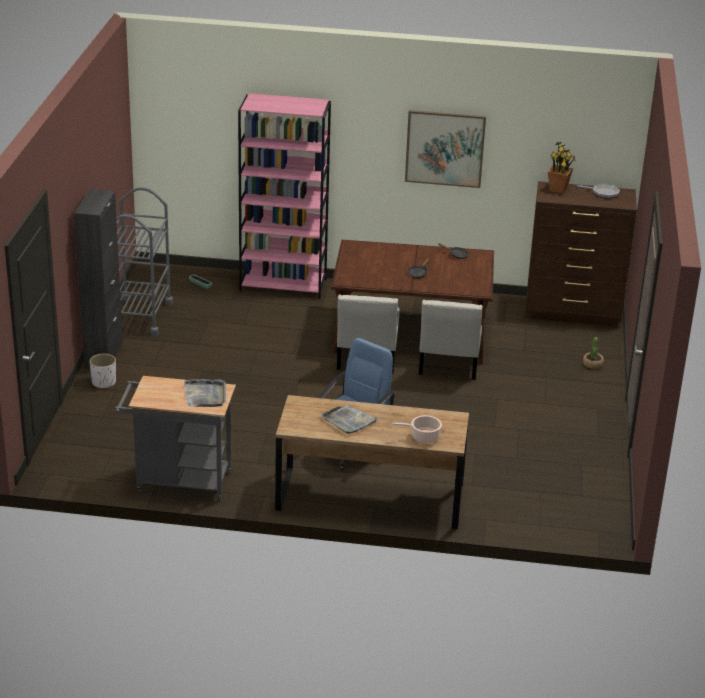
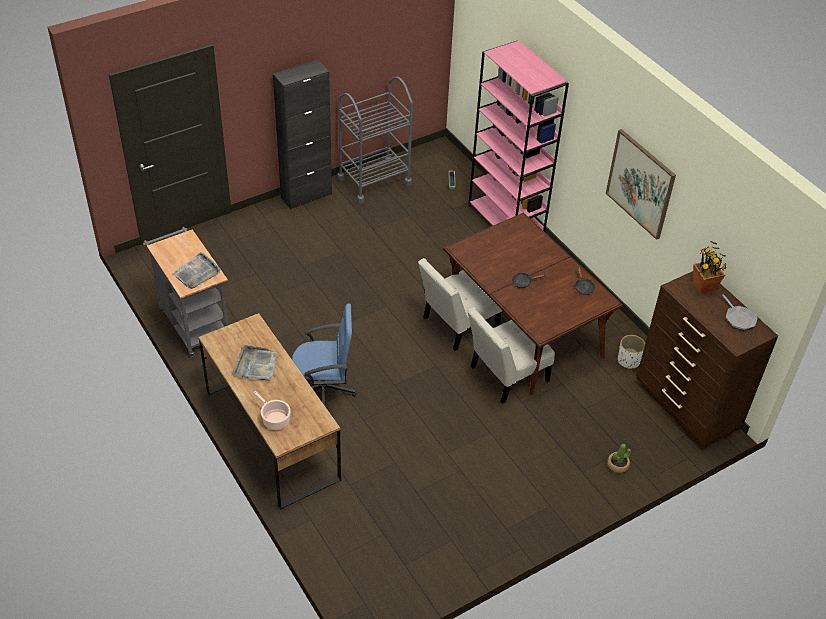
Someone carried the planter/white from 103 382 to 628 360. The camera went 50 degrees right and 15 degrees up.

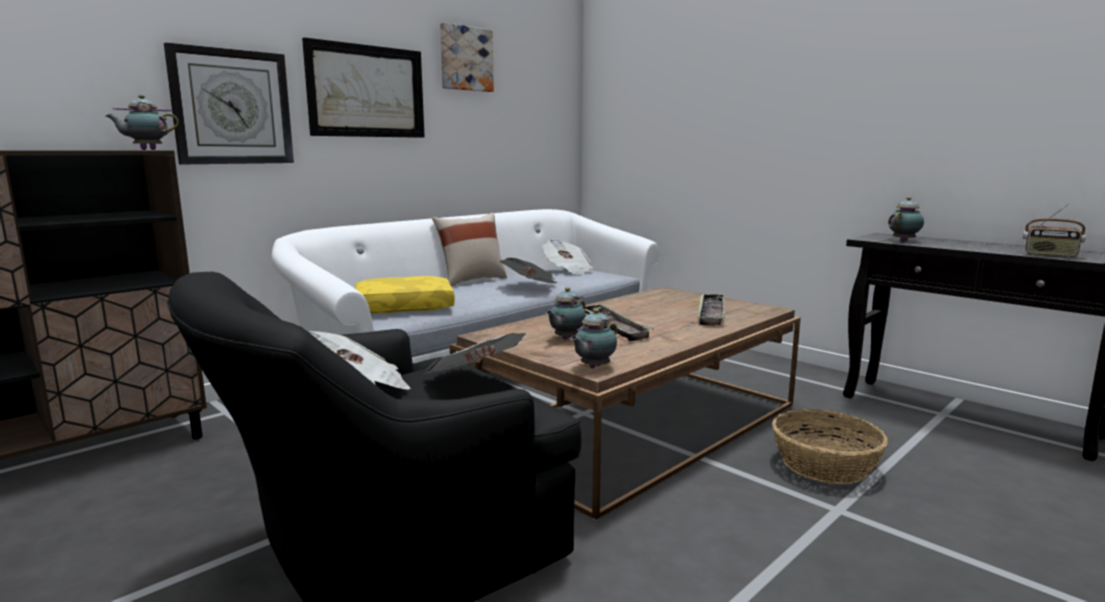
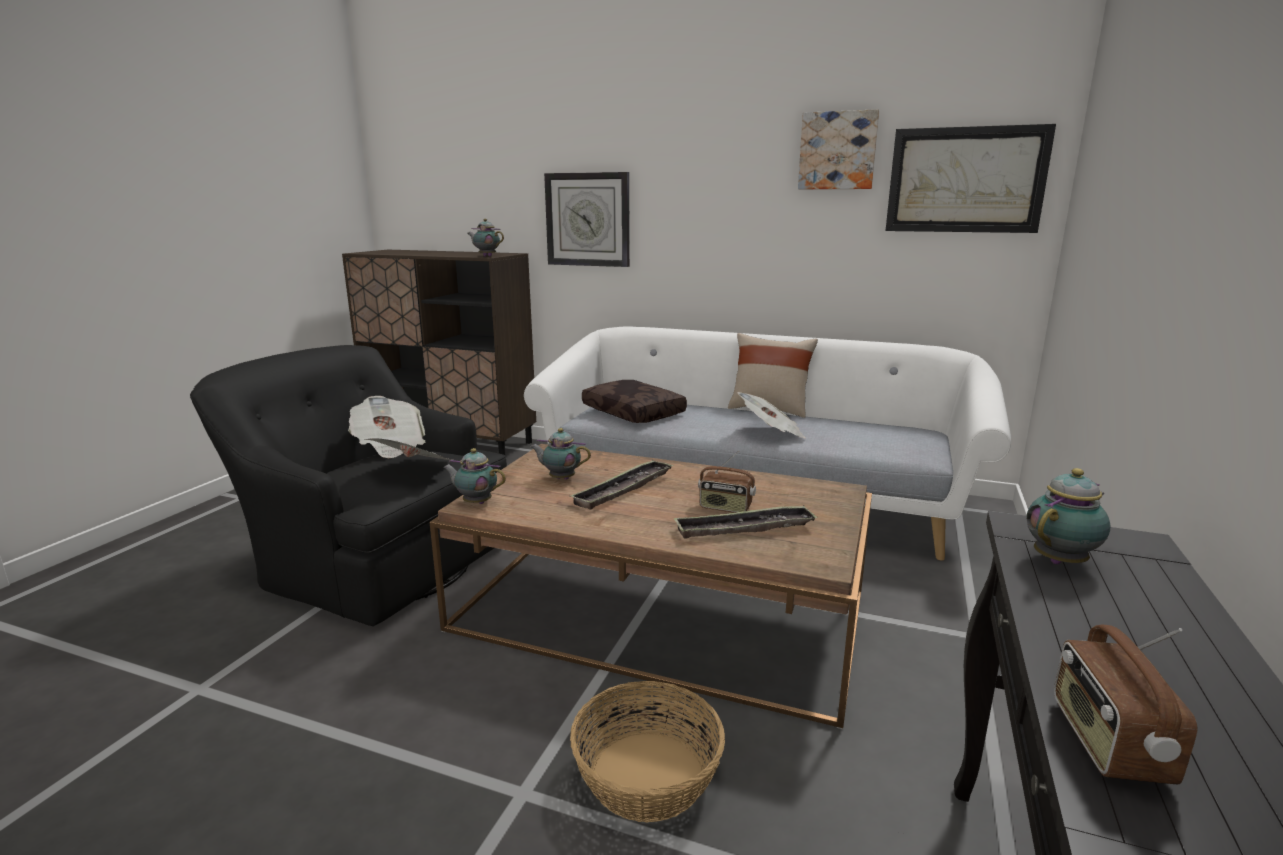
Someone carried the picture from 366 91 to 965 180. Someone repainted the pillow/yellow at 405 307, which became the pillow/brown at 635 412. Someone took away the newspaper at 567 270. Someone rotated the teapot at 904 241 by 60 degrees counterclockwise. Someone put down the radio at 725 508. The camera went 65 degrees right and 5 degrees up.

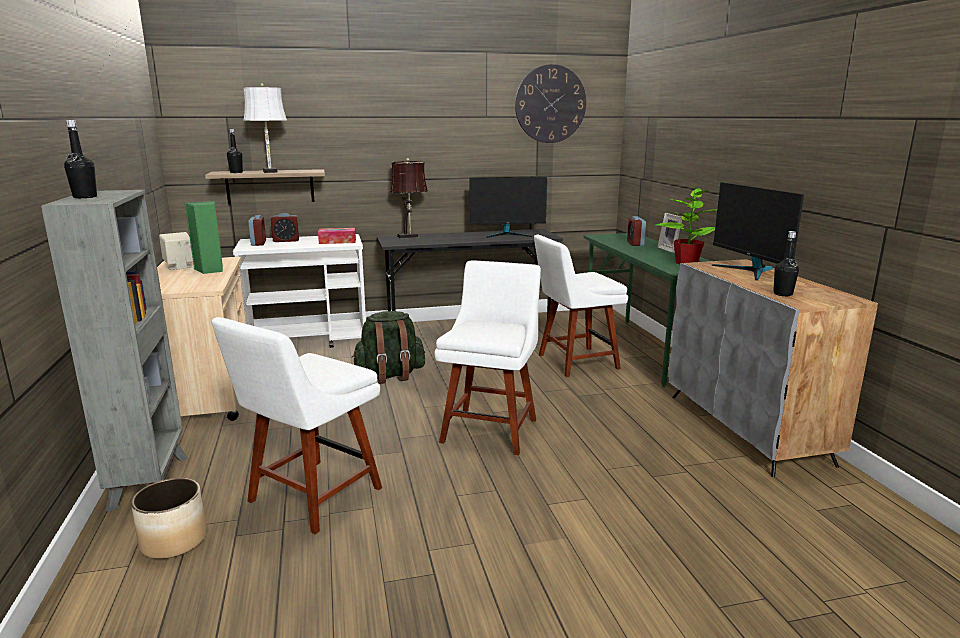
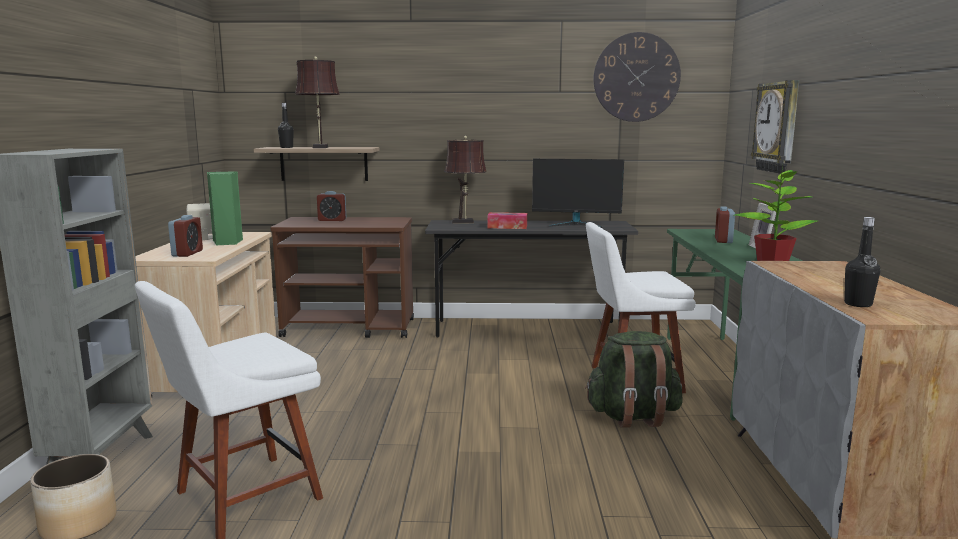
Someone took away the bottle/black at 85 197. Someone repainted the cart/white at 309 340, which became the cart/brown at 350 328. Someone repainted the table lamp/white at 270 172, which became the table lamp/brown at 320 147. Someone carried the alarm clock from 258 243 to 187 253. Someone carried the tissue box from 337 241 to 507 227. Someone carried the backpack/green from 390 376 to 633 417. Someone took away the chair/white at 491 428. Someone took away the monitor at 750 271. Someone put up the wall clock at 778 127. The camera went 15 degrees right and 5 degrees down.

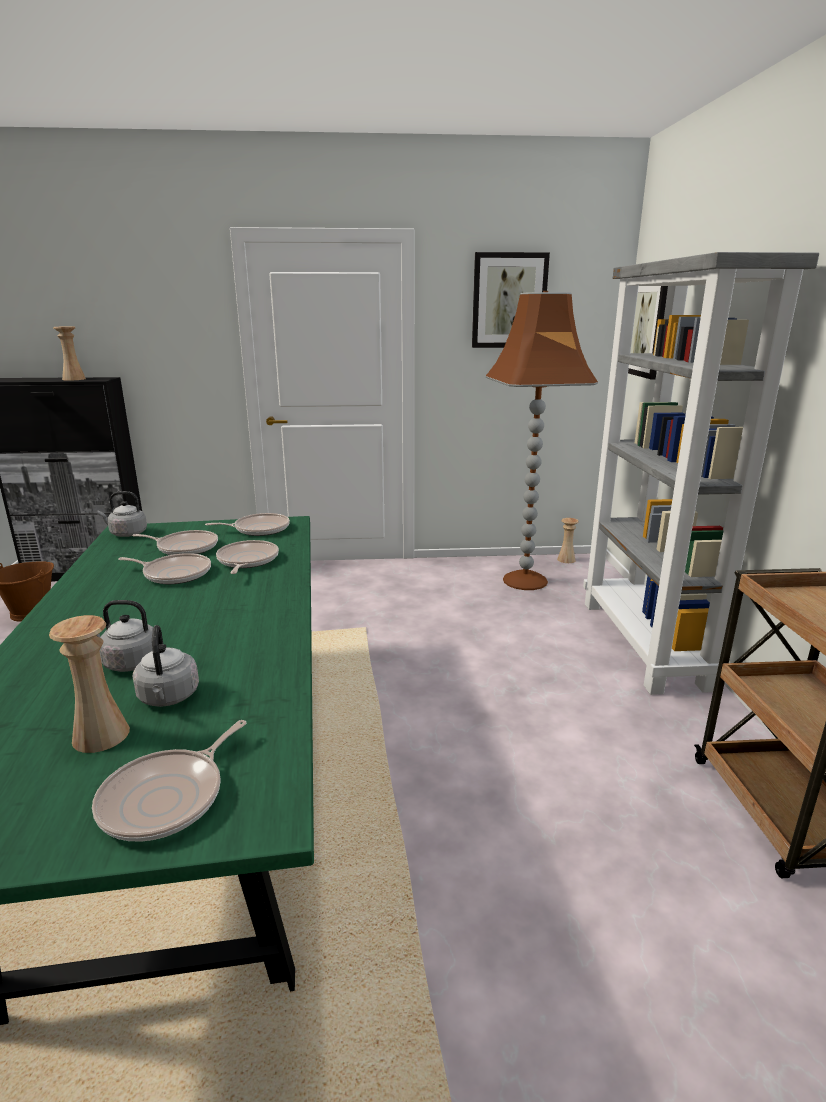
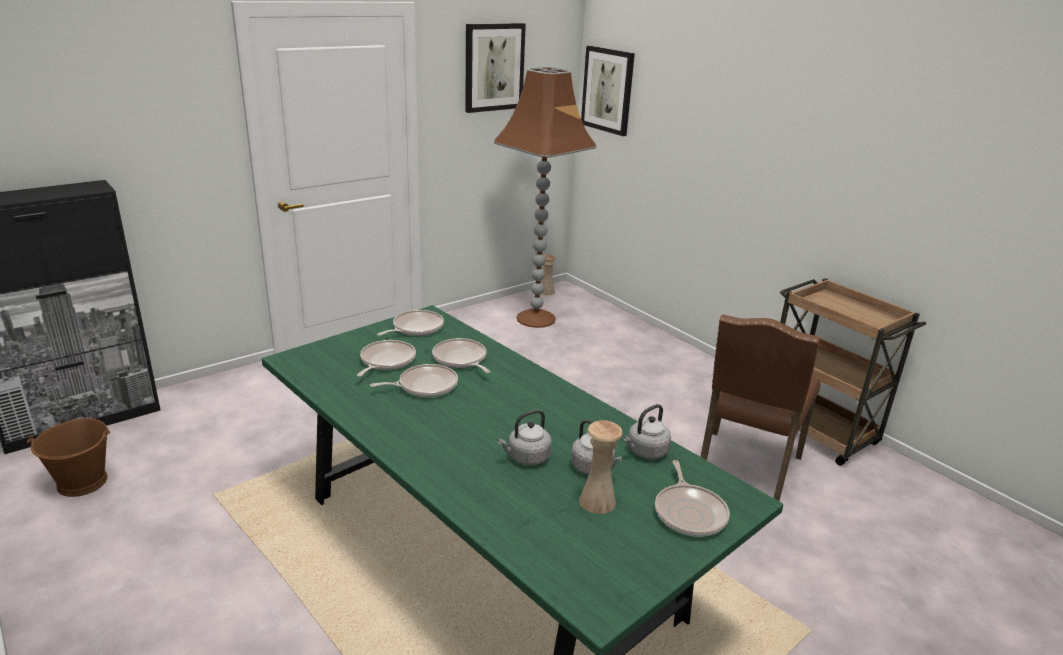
Someone took away the vase/beige at 74 379. Someone carried the kettle/grey from 126 534 to 645 452. Someone rotated the frying pan at 185 547 by 45 degrees counterclockwise. Someone took away the bookcase/grey at 644 643. Someone put down the chair/brown at 745 471. The camera went 35 degrees left and 5 degrees up.

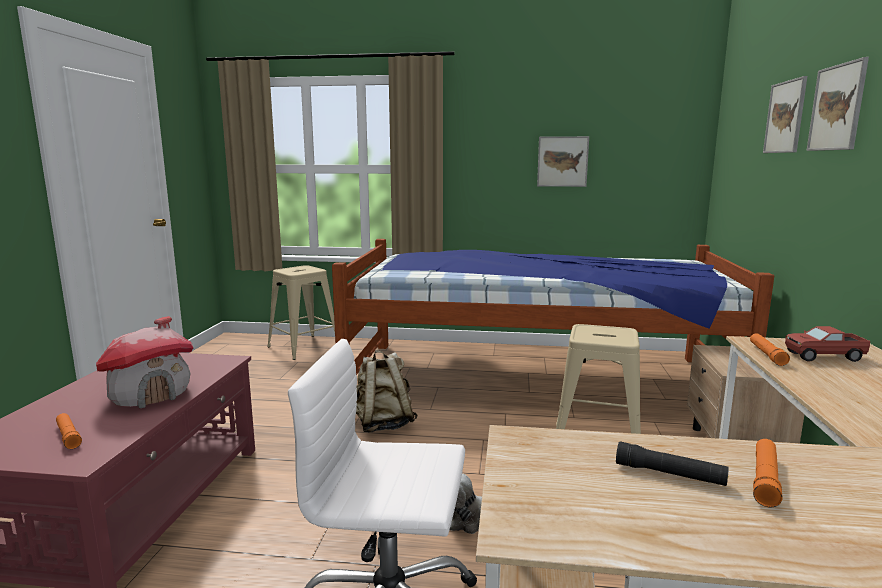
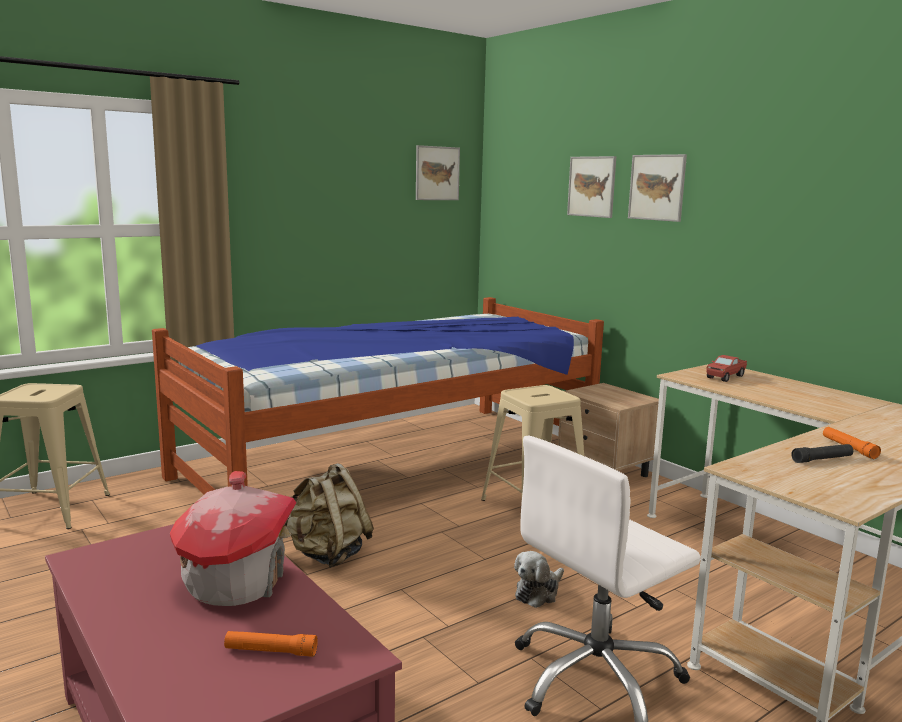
Someone carried the picture from 562 161 to 437 173. Someone took away the flashlight/orange at 767 354. The camera went 45 degrees left and 0 degrees up.

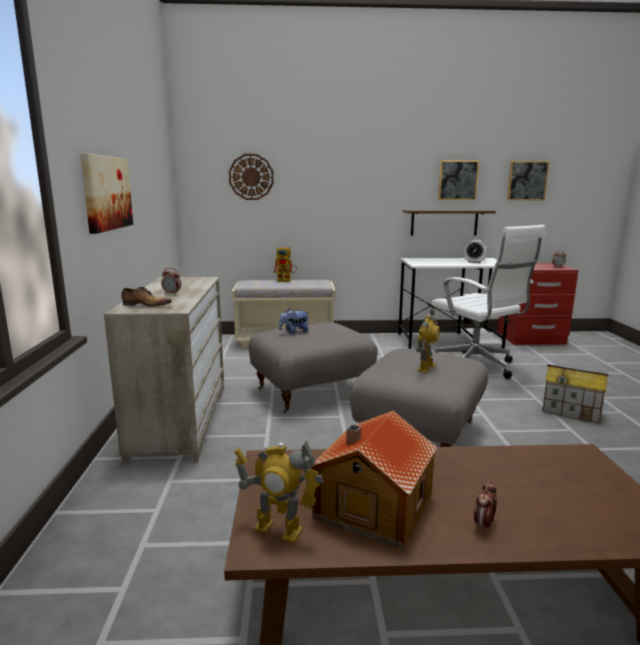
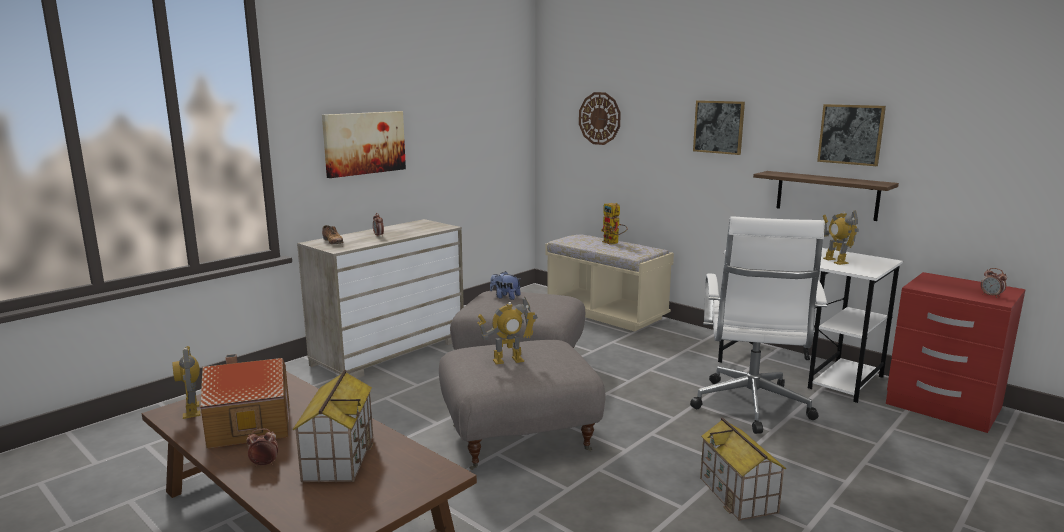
Someone swapped the alarm clock at 474 262 for the toy robot at 835 261. Someone carried the picture from 527 180 to 719 127. Someone put down the toy house at 338 457. The camera went 45 degrees right and 0 degrees up.

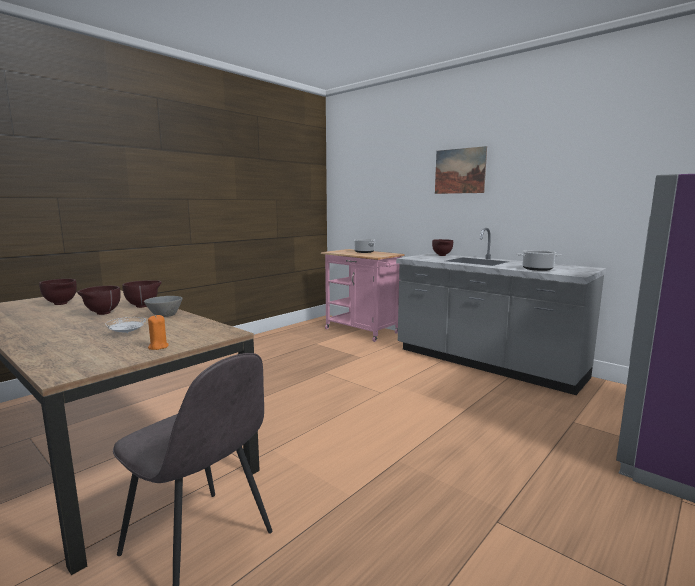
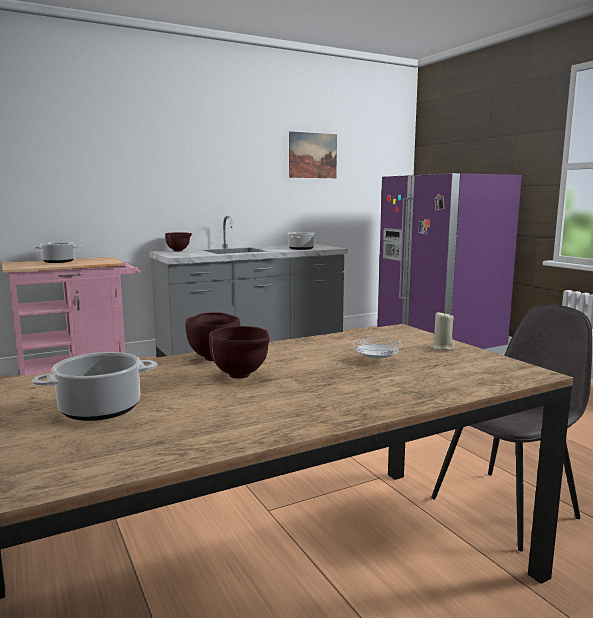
Someone swapped the bowl/brown at 61 304 for the cooking pot at 101 409. Someone took away the bowl/grey at 165 315. Someone repainted the candle/orange at 158 347, which became the candle/beige at 442 348. Someone carried the picture from 460 171 to 313 155. The camera went 70 degrees left and 0 degrees up.

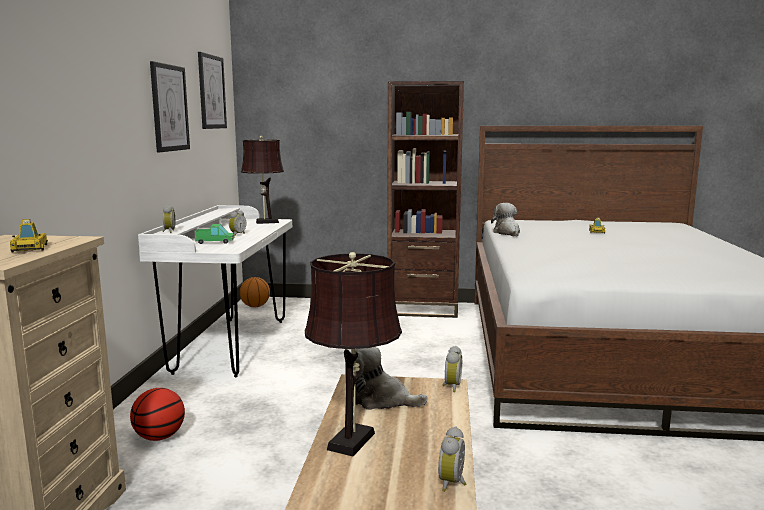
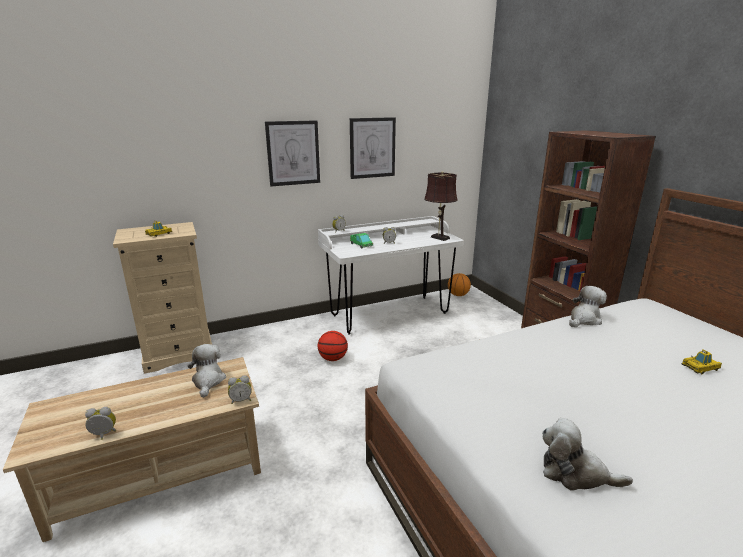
Someone carried the basketball from 159 437 to 333 358. Someone carried the picture from 211 92 to 293 153. Someone took away the table lamp/brown at 354 438. Someone put down the plush toy at 575 473. The camera went 60 degrees right and 10 degrees up.

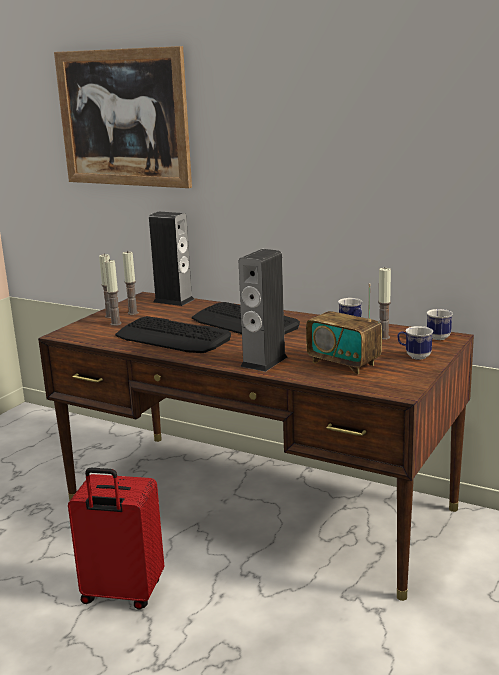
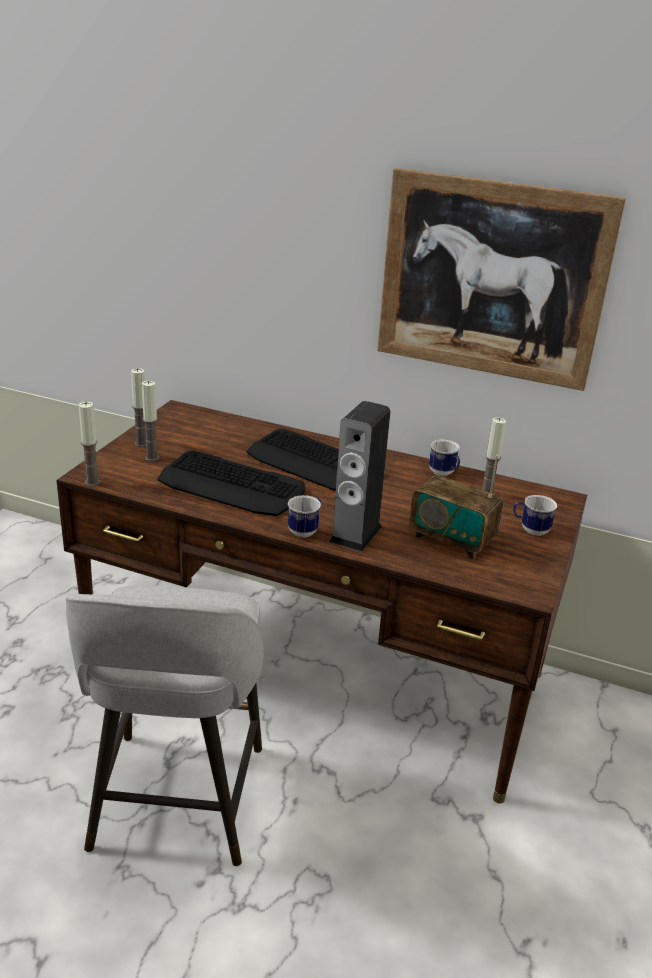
Someone carried the picture from 123 118 to 491 279. Someone swapped the suitcase/red at 122 594 for the stool/grey at 176 802. Someone carried the candle from 133 313 to 92 482. Someone took away the speaker at 173 300. Someone carried the mug from 440 336 to 306 530. The camera went 10 degrees left and 10 degrees up.

